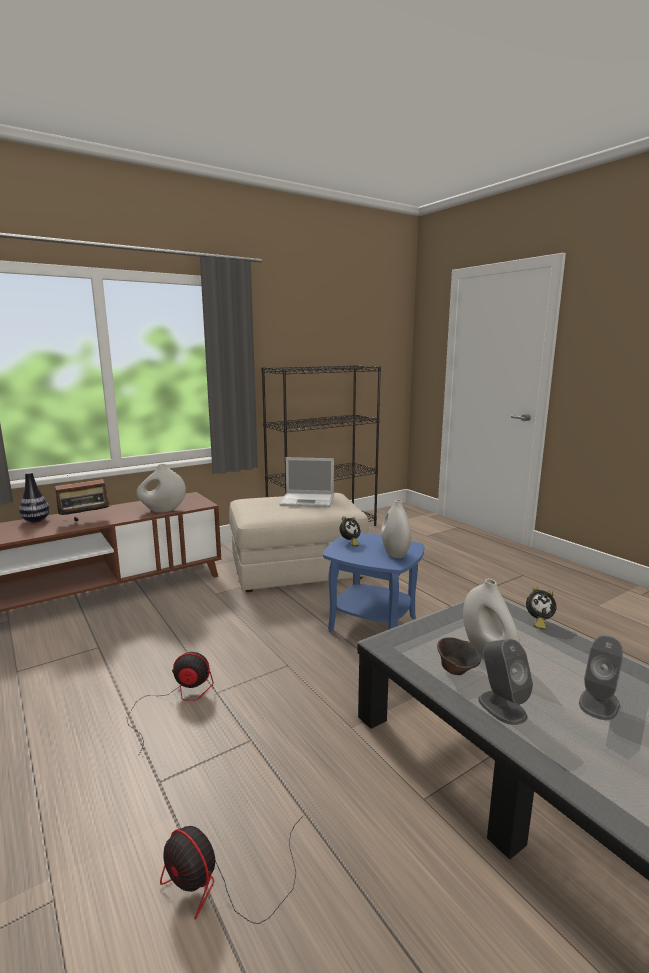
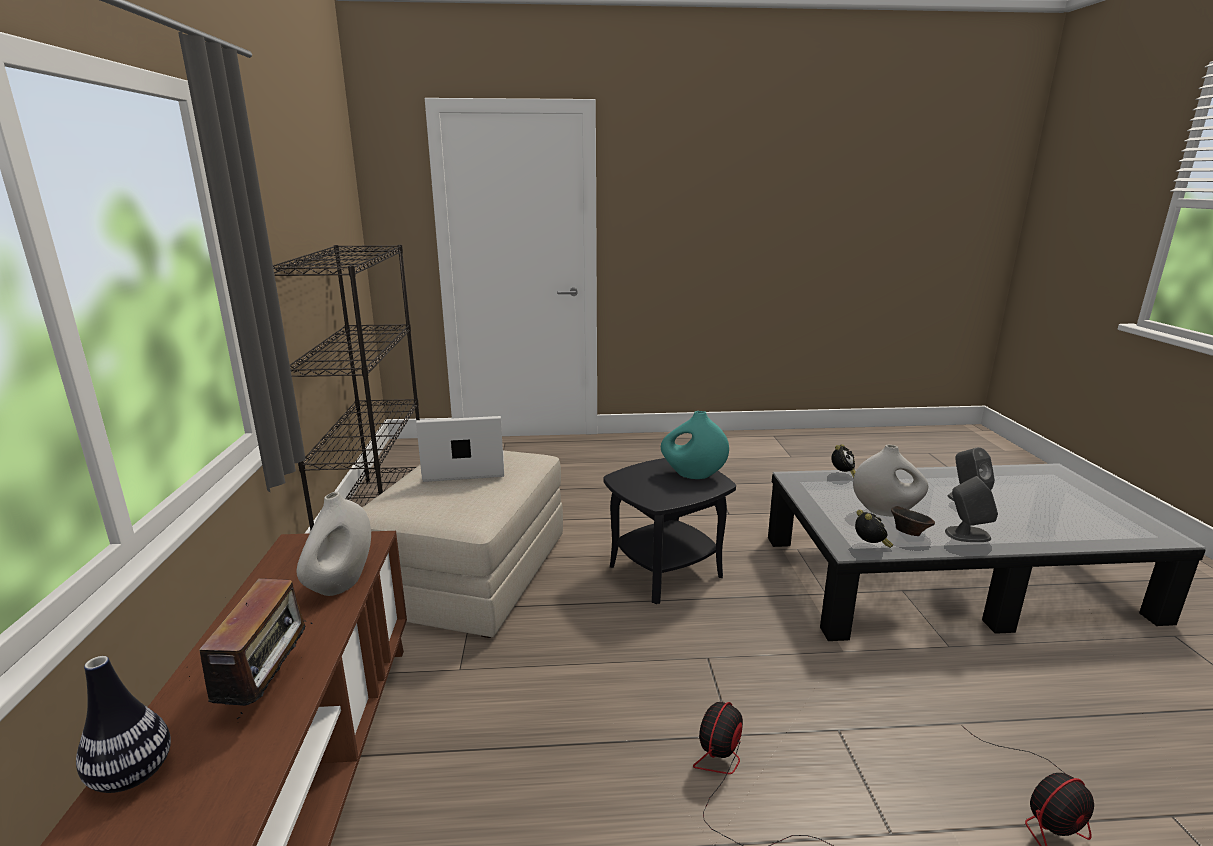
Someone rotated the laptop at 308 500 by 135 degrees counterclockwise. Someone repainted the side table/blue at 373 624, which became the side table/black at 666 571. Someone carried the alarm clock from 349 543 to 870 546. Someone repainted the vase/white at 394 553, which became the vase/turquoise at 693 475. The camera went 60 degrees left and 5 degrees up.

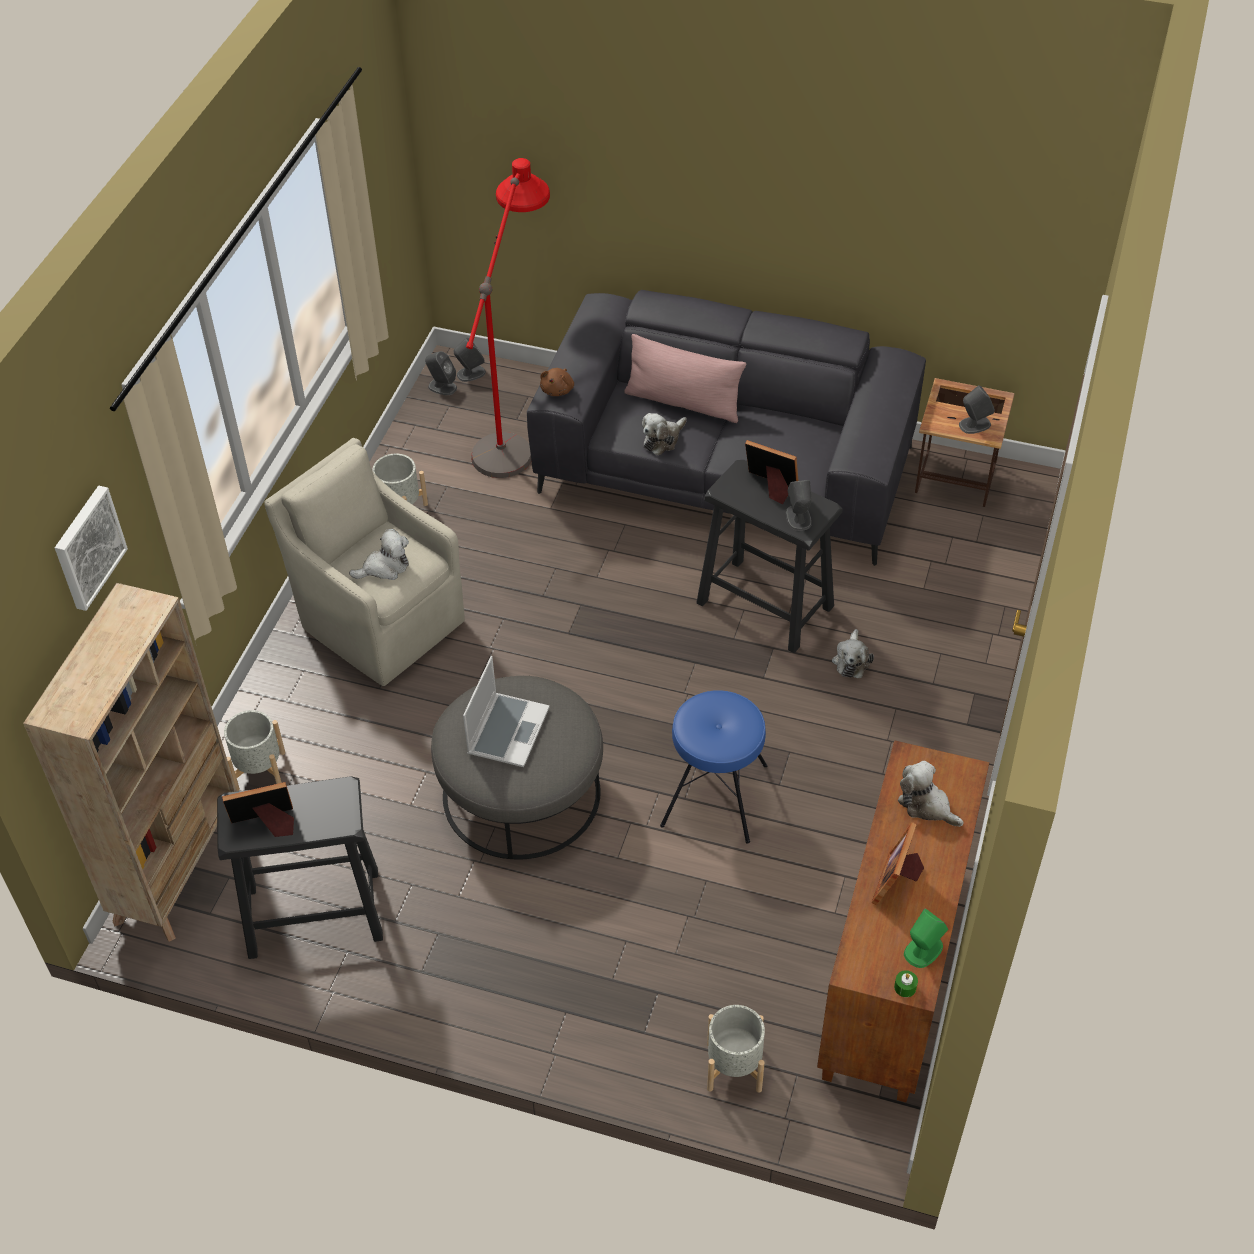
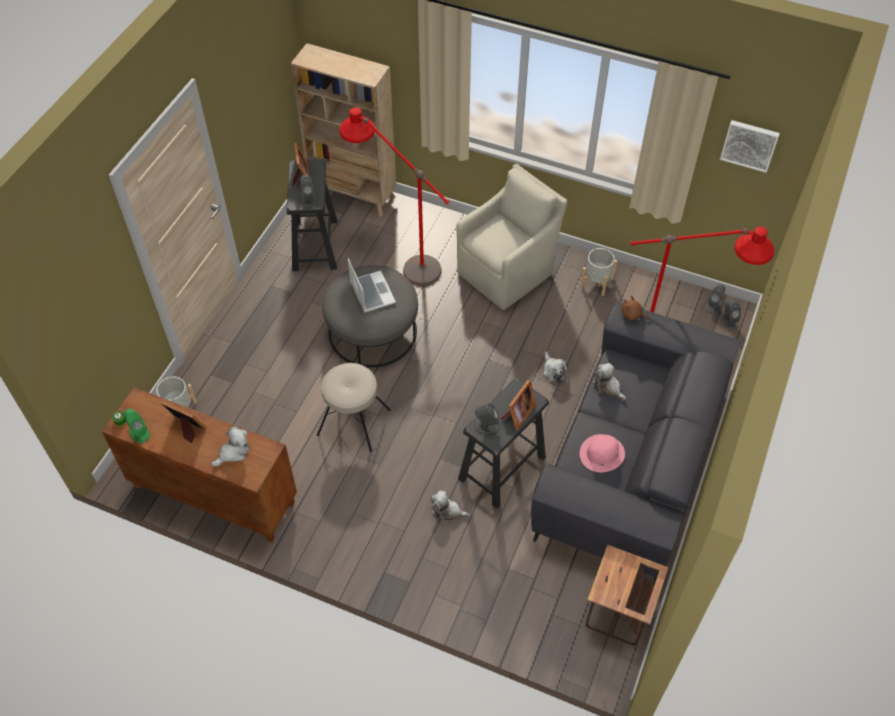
Someone carried the picture from 87 547 to 749 144. Someone took away the planter/grey at 260 771. Someone carried the plush toy from 384 567 to 553 371. Someone rotated the laptop at 507 730 by 135 degrees counterclockwise. Someone took away the pillow/pink at 683 403. Someone repainted the stool/blue at 715 795, which became the stool/beige at 353 422. Someone carried the speaker/grey from 974 425 to 308 199. Someone put down the floor lamp/red at 400 259. Someone put down the hat/pink at 602 454. The camera went 95 degrees right and 5 degrees up.

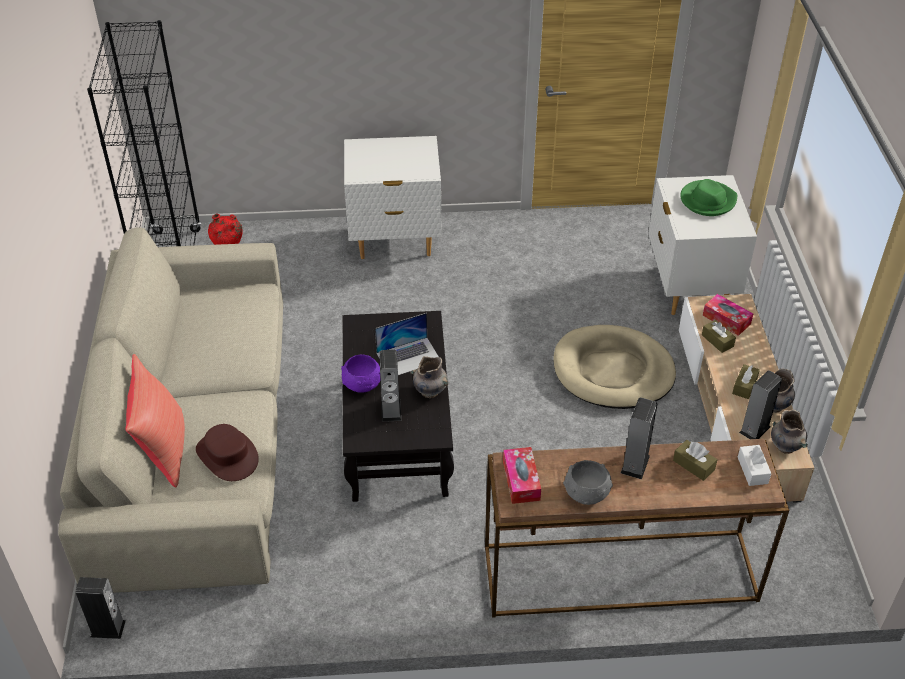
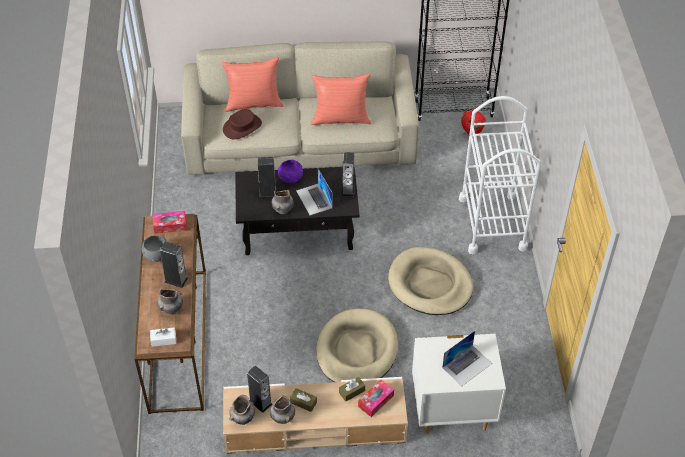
Someone carried the speaker from 108 628 to 348 189. Someone swapped the nightstand/white at 395 241 for the cart/white at 492 223. Someone swapped the tissue box/brown at 693 465 for the vase/grey at 172 309. Someone swapped the hat/green at 707 200 for the laptop at 467 365. Someone put down the pillow/red at 340 118. Someone put down the dog bed/beige at 430 284. The camera went 90 degrees right and 5 degrees up.

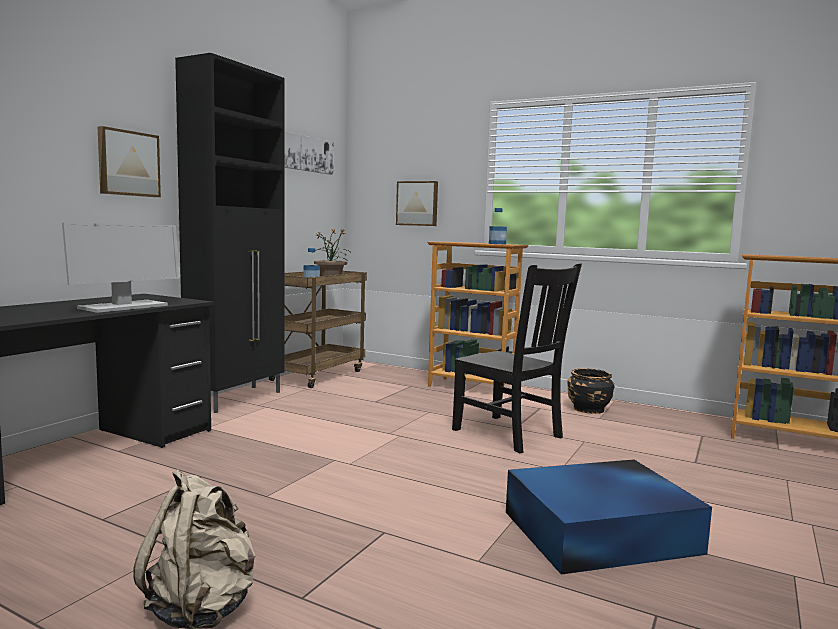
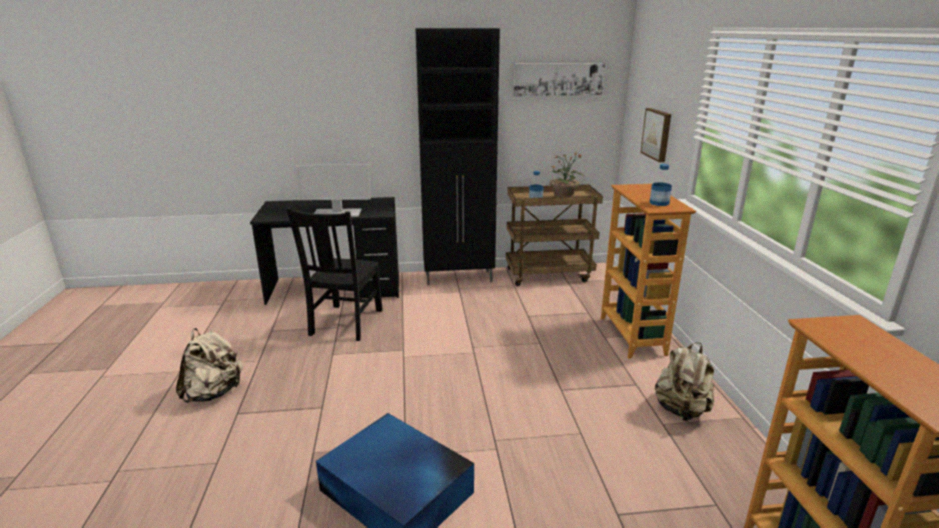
Someone took away the picture at 128 163. Someone carried the chair/black from 510 434 to 345 323. Someone swapped the planter/black at 588 409 for the backpack/beige at 681 410. The camera went 55 degrees right and 15 degrees up.

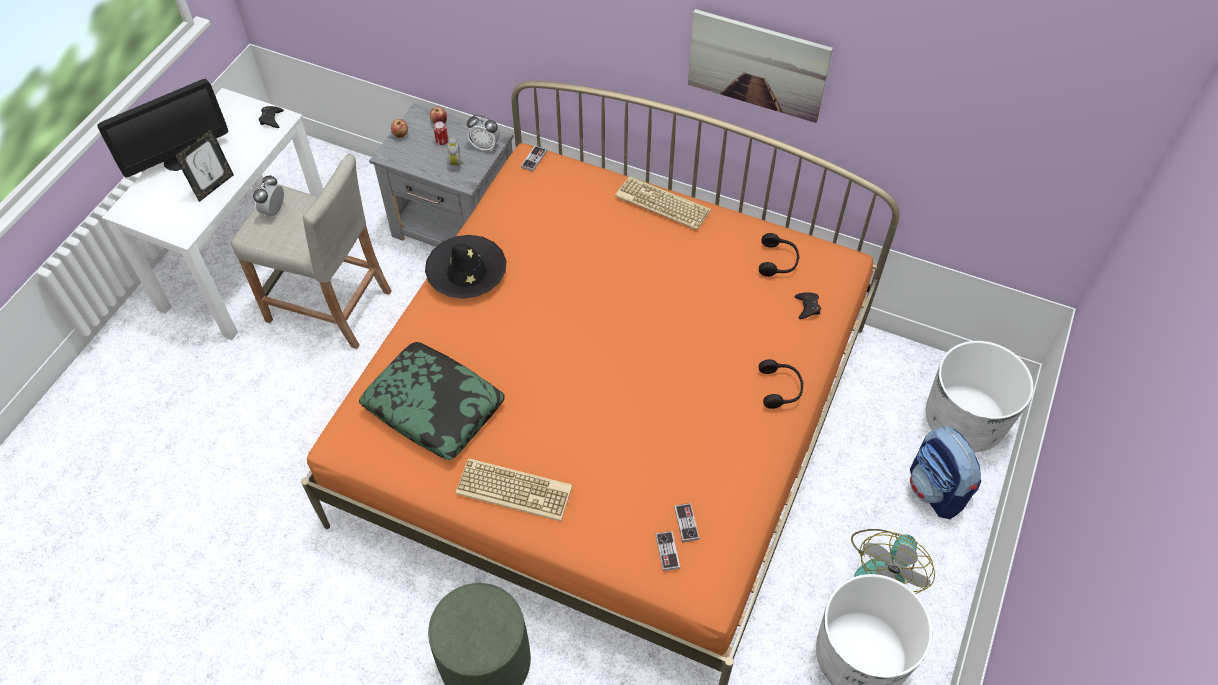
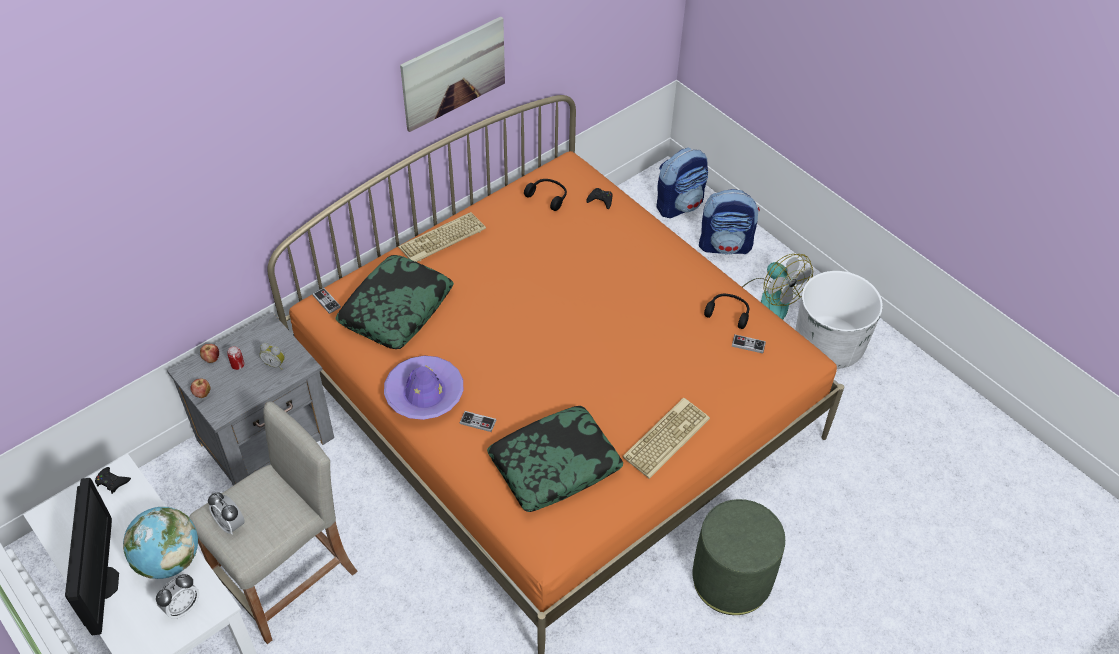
Someone swapped the picture frame at 214 186 for the globe at 169 560. Someone repainted the hat/black at 467 273, which became the hat/purple at 424 393. Someone carried the alarm clock from 485 146 to 182 607. Someone carried the game controller from 667 551 to 478 422. Someone carried the headphones/black from 780 388 to 728 313. Someone swapped the planter/white at 963 421 for the backpack at 679 204. Someone put down the pillow at 396 309. The camera went 65 degrees left and 5 degrees down.

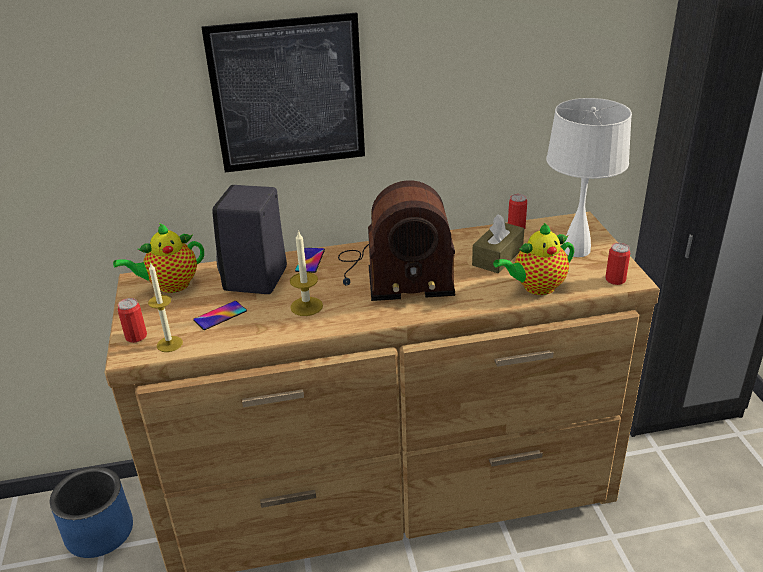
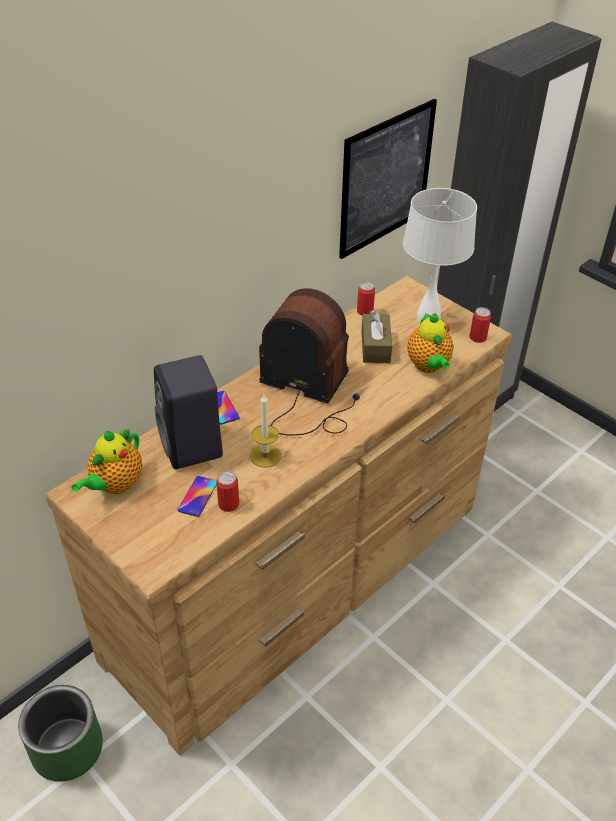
Someone repainted the planter/blue at 99 532, which became the planter/green at 66 748. Someone carried the can from 136 336 to 228 504. Someone took away the candle at 169 344. Someone carried the picture from 288 94 to 386 179. Someone rotated the radio at 394 274 by 120 degrees counterclockwise. Someone rotated the teapot at 536 287 by 45 degrees counterclockwise. The camera went 35 degrees left and 10 degrees up.

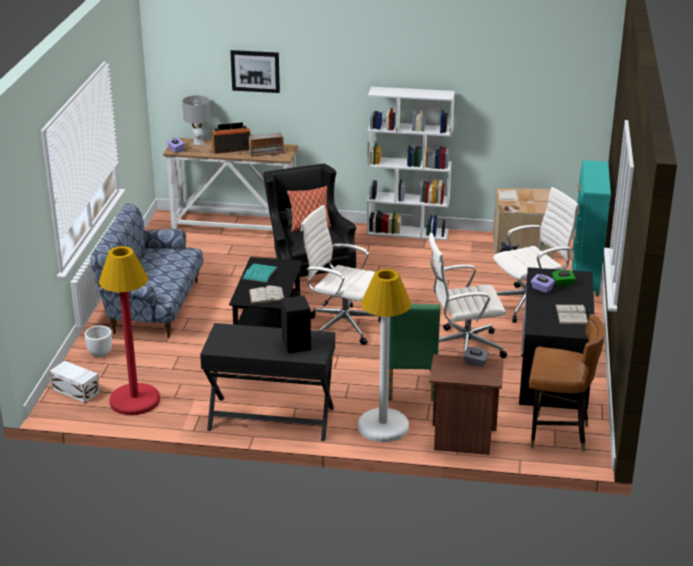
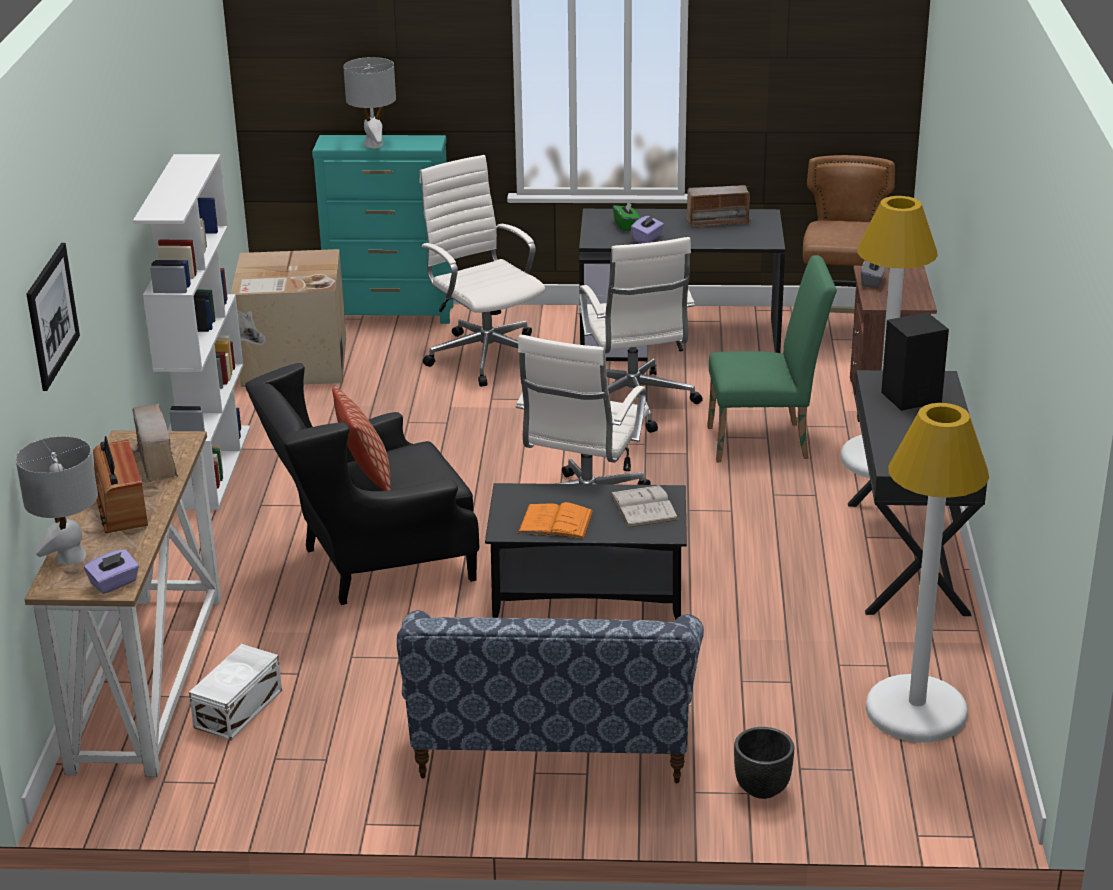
Someone carried the storage box/white from 75 391 to 240 708. Someone repainted the planter/white at 100 353, which became the planter/black at 761 788. Someone repainted the floor lamp/red at 134 400, which became the floor lamp/white at 916 711. Someone repainted the book/turquoise at 260 273, which became the book/orange at 555 522. Someone swapped the book/white at 571 314 for the radio at 717 221. Someone put down the table lamp/grey at 374 144. The camera went 95 degrees left and 0 degrees up.

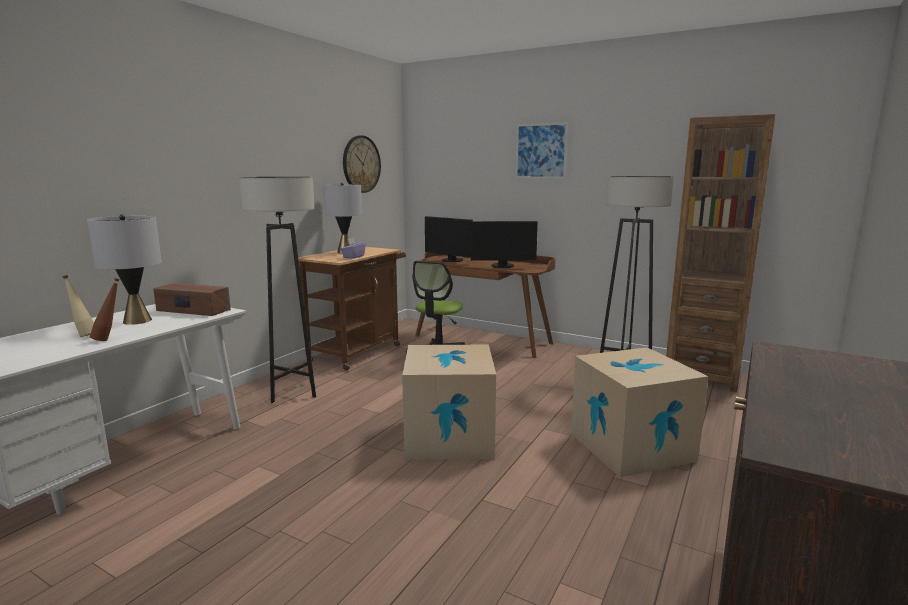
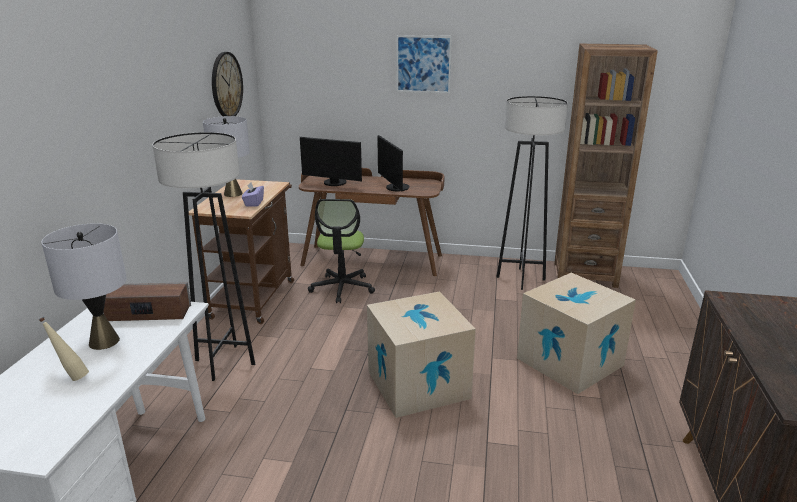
Someone took away the bottle/brown at 109 339. Someone rotated the monitor at 503 266 by 90 degrees clockwise. The camera went 20 degrees left and 10 degrees up.

